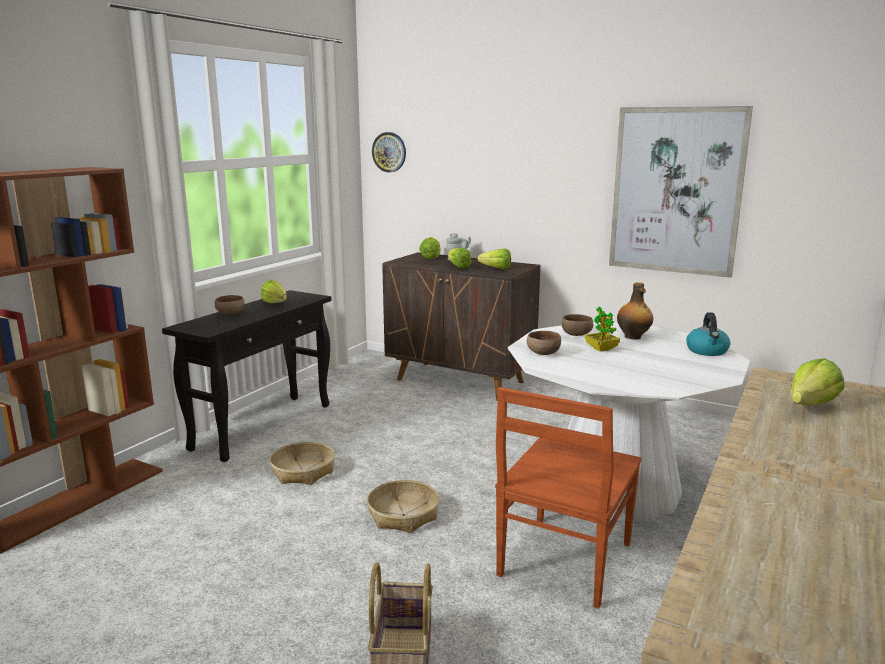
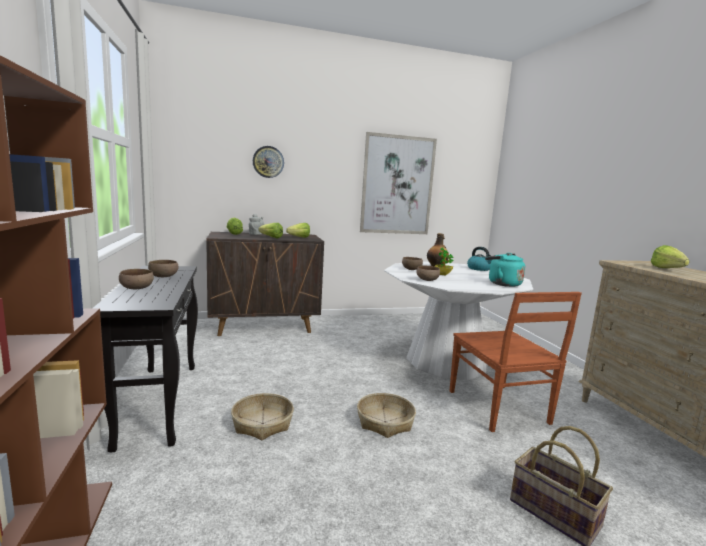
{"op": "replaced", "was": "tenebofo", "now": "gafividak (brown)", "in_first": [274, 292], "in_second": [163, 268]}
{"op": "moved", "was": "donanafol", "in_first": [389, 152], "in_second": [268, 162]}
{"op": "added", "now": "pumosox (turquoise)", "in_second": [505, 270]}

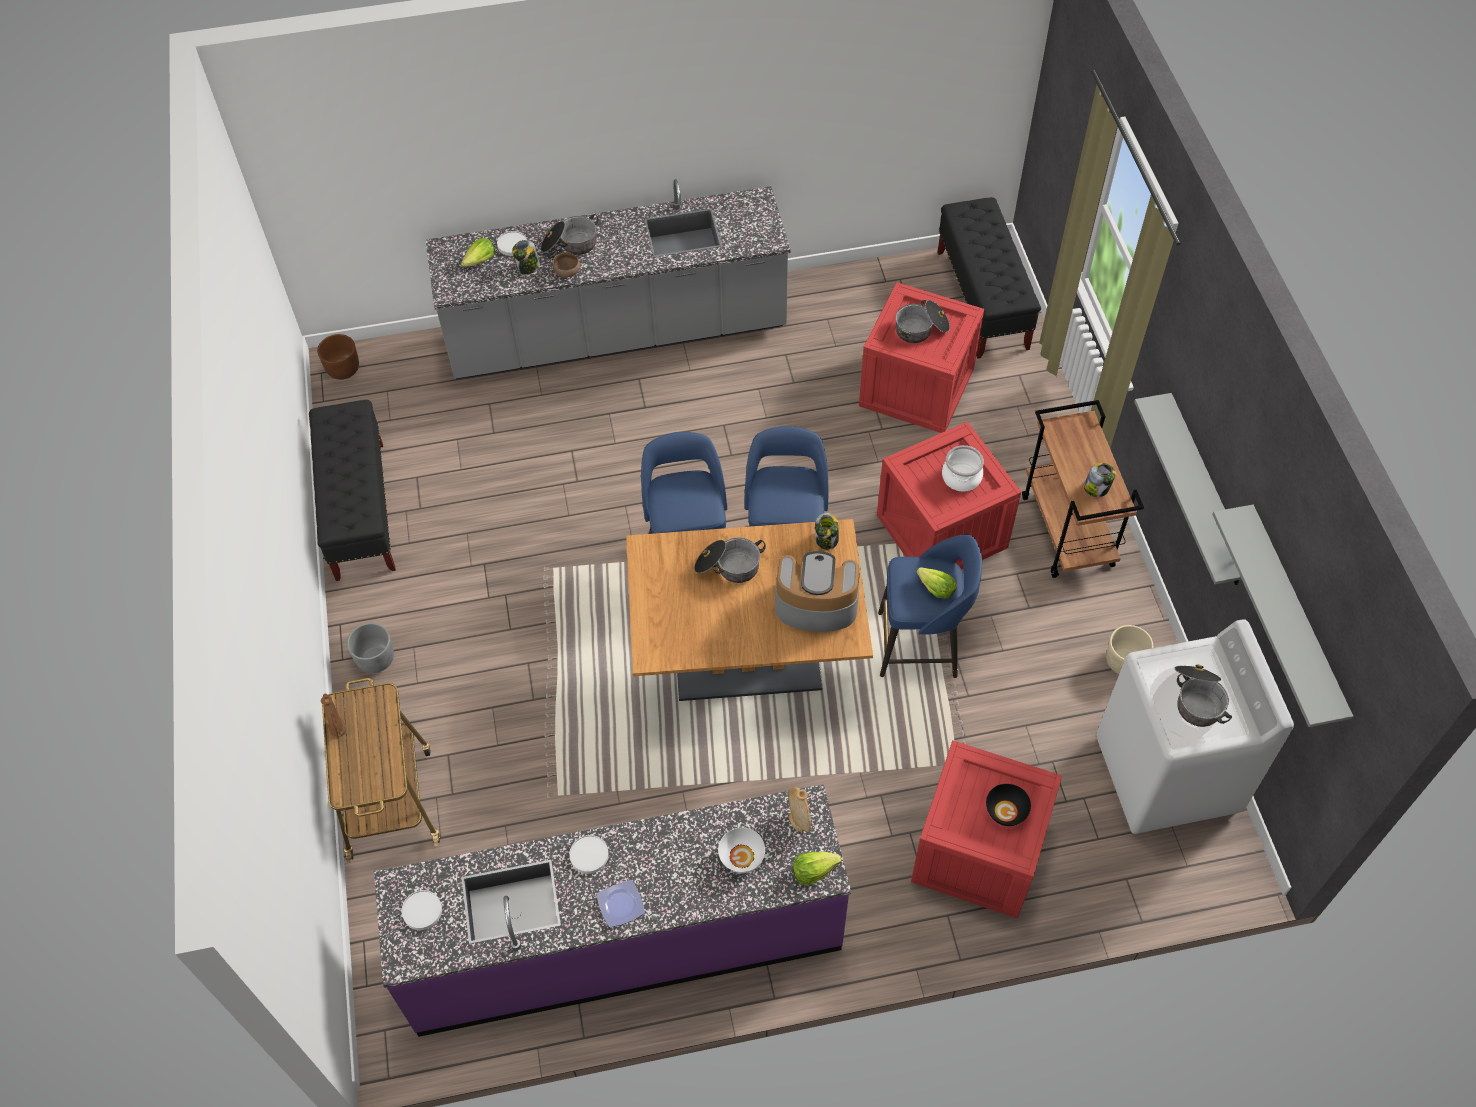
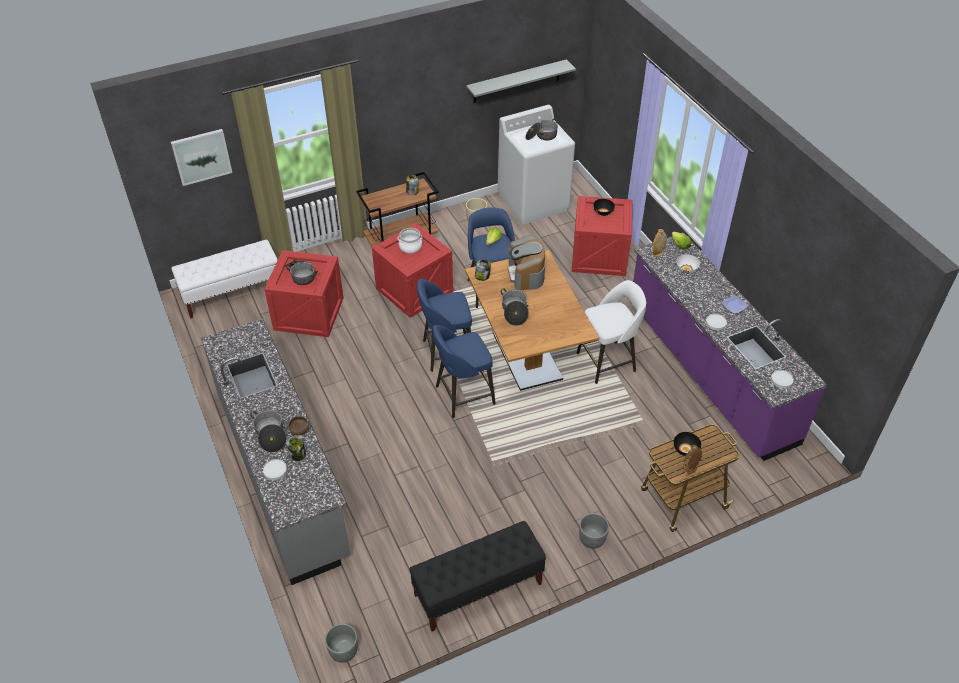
{"op": "recoloured", "was": "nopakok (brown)", "now": "nopakok (grey)", "in_first": [338, 357], "in_second": [341, 643]}
{"op": "removed", "was": "tenebofo", "in_first": [478, 252]}
{"op": "recoloured", "was": "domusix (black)", "now": "domusix (white)", "in_first": [989, 278], "in_second": [225, 279]}
{"op": "removed", "was": "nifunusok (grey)", "in_first": [1188, 489]}
{"op": "added", "now": "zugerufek", "in_second": [201, 157]}
{"op": "added", "now": "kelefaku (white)", "in_second": [611, 332]}
{"op": "added", "now": "gafividak (black)", "in_second": [687, 444]}

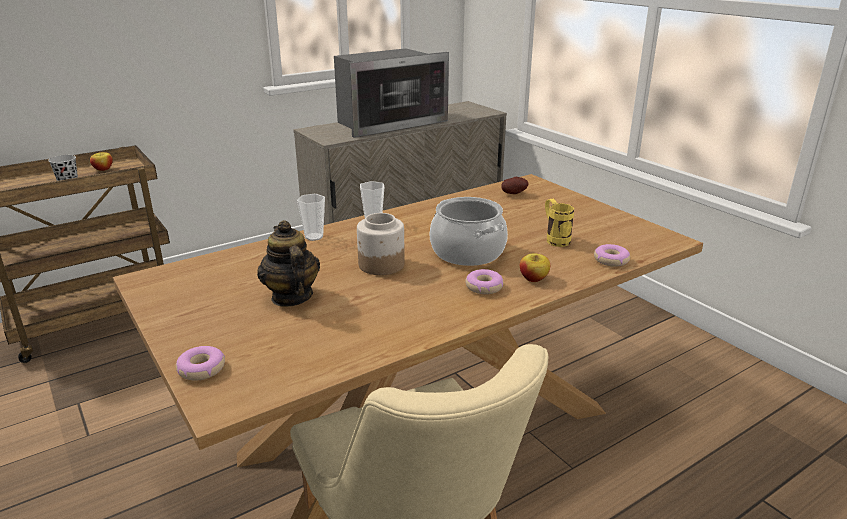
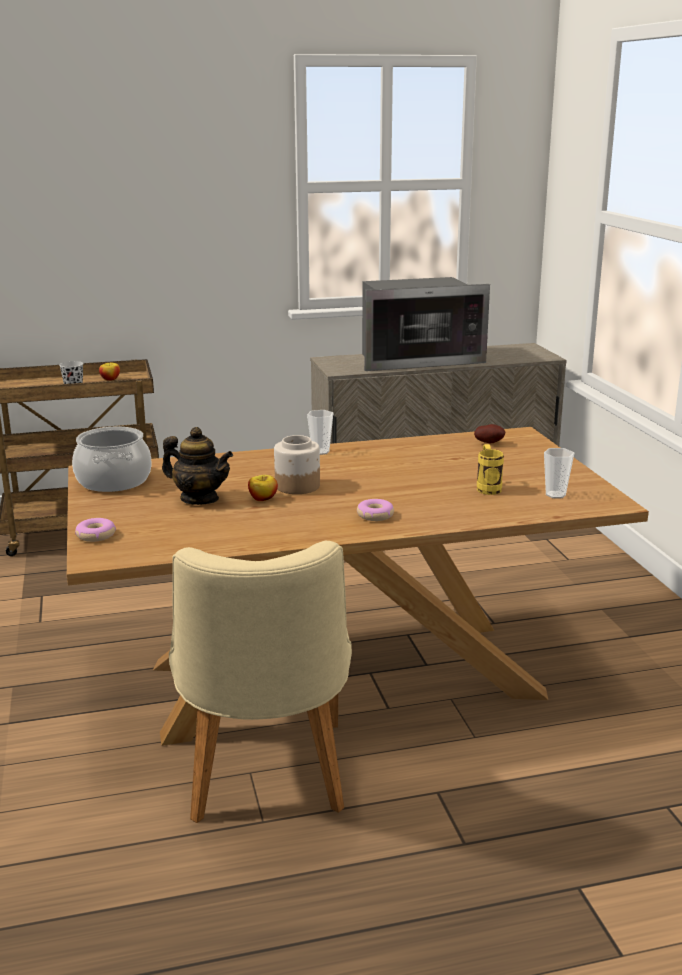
{"op": "turned", "was": "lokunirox", "in_first": [288, 263], "in_second": [197, 466], "clockwise": 120}
{"op": "moved", "was": "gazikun", "in_first": [311, 217], "in_second": [559, 473]}
{"op": "moved", "was": "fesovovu", "in_first": [469, 231], "in_second": [112, 459]}
{"op": "moved", "was": "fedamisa", "in_first": [535, 267], "in_second": [263, 488]}
{"op": "removed", "was": "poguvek", "in_first": [612, 255]}

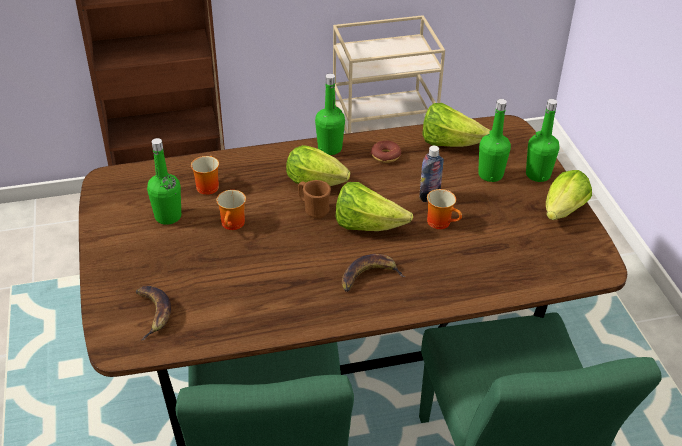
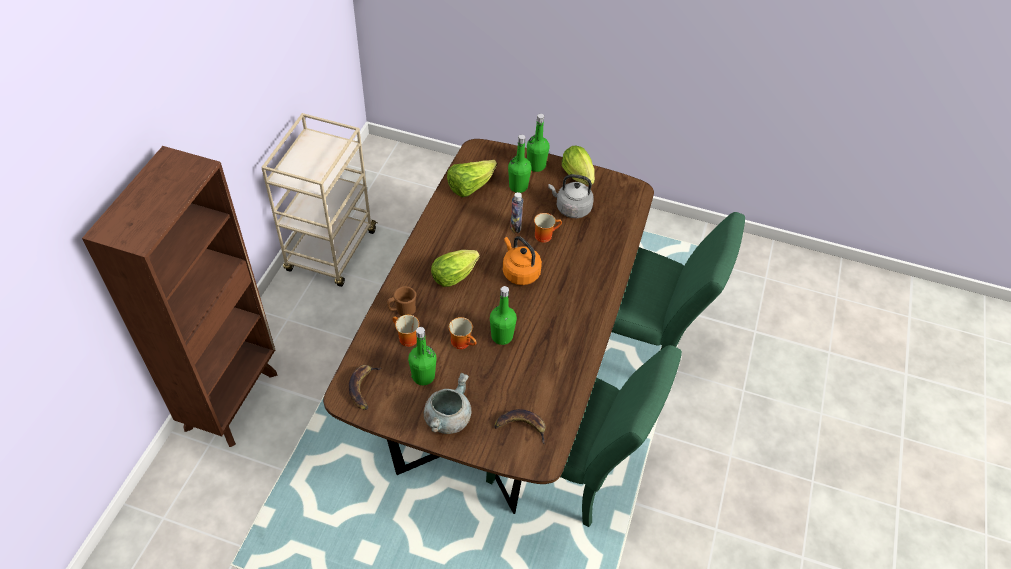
{"op": "moved", "was": "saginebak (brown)", "in_first": [314, 199], "in_second": [401, 301]}
{"op": "moved", "was": "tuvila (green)", "in_first": [330, 114], "in_second": [503, 315]}
{"op": "replaced", "was": "tenebofo", "now": "pumosox (orange)", "in_first": [374, 206], "in_second": [522, 260]}
{"op": "moved", "was": "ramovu", "in_first": [374, 273], "in_second": [365, 387]}
{"op": "removed", "was": "poguvek", "in_first": [386, 151]}
{"op": "added", "now": "fesovovu (grey)", "in_second": [447, 403]}
{"op": "added", "now": "pumosox (grey)", "in_second": [571, 196]}

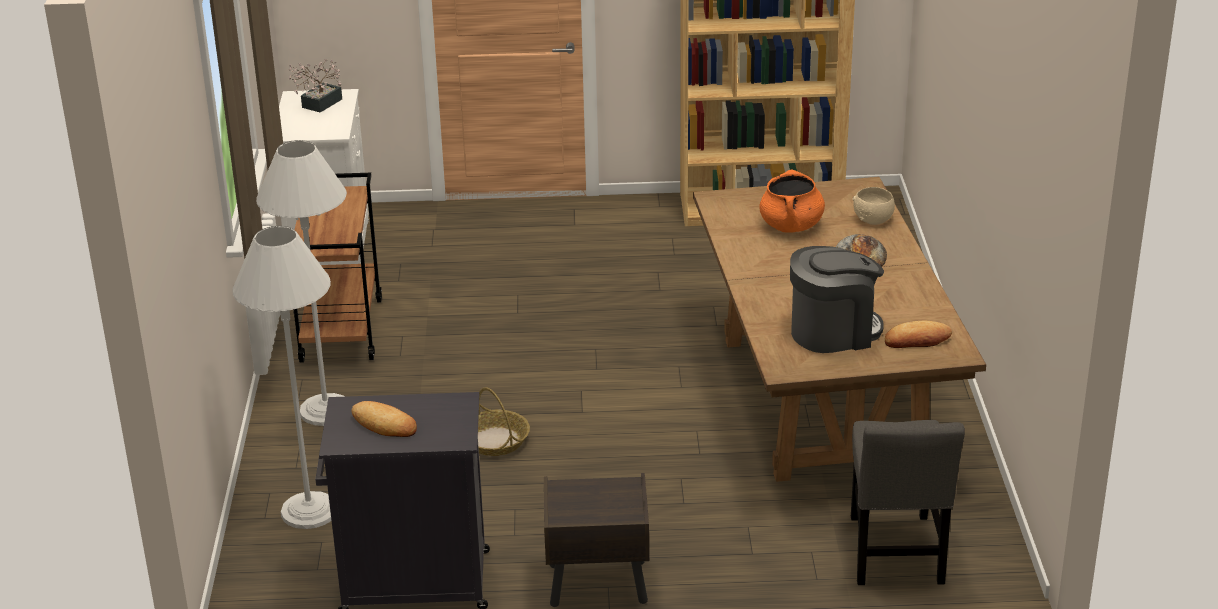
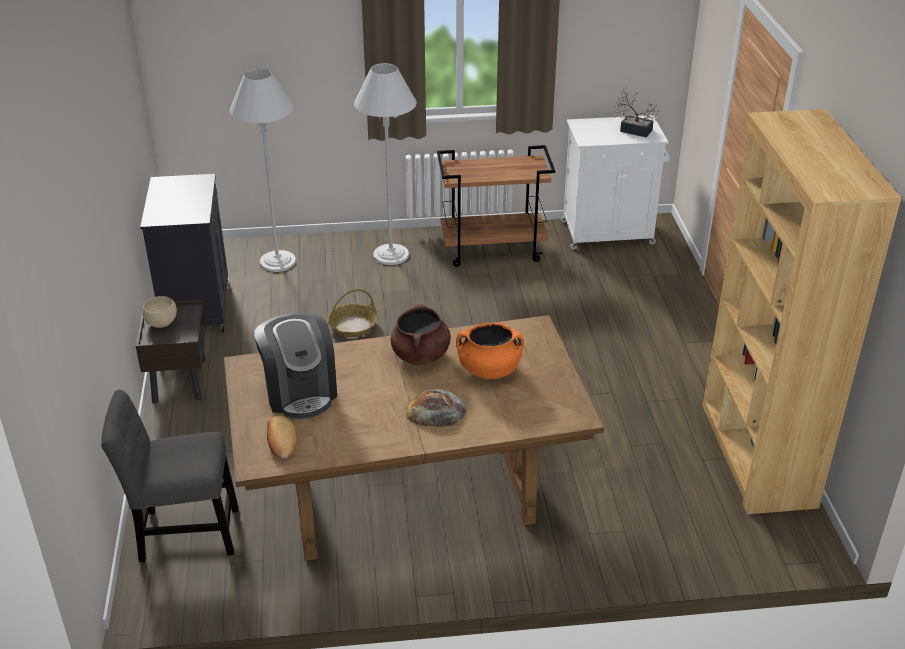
{"op": "removed", "was": "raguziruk", "in_first": [384, 419]}
{"op": "moved", "was": "gafividak (beige)", "in_first": [873, 206], "in_second": [159, 312]}
{"op": "added", "now": "fesovovu (brown)", "in_second": [421, 334]}

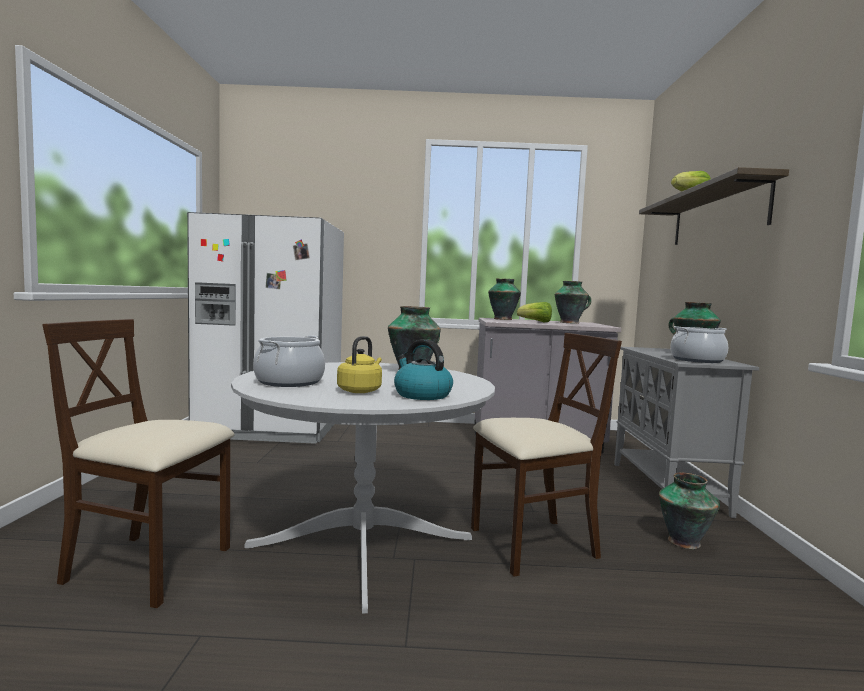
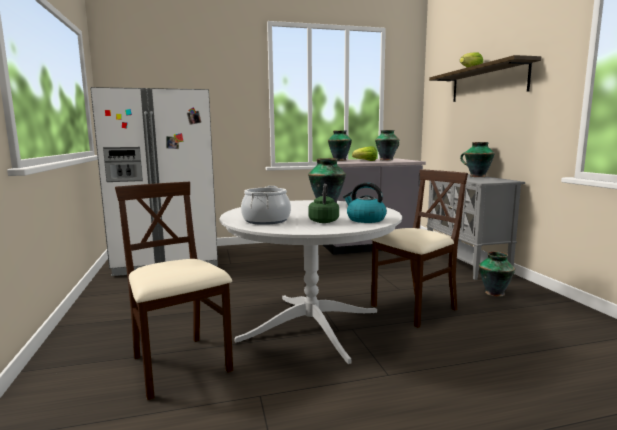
{"op": "turned", "was": "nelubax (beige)", "in_first": [138, 463], "in_second": [174, 291], "clockwise": 60}
{"op": "recoloured", "was": "pumosox (yellow)", "now": "pumosox (green)", "in_first": [359, 364], "in_second": [324, 203]}
{"op": "removed", "was": "fesovovu", "in_first": [699, 344]}

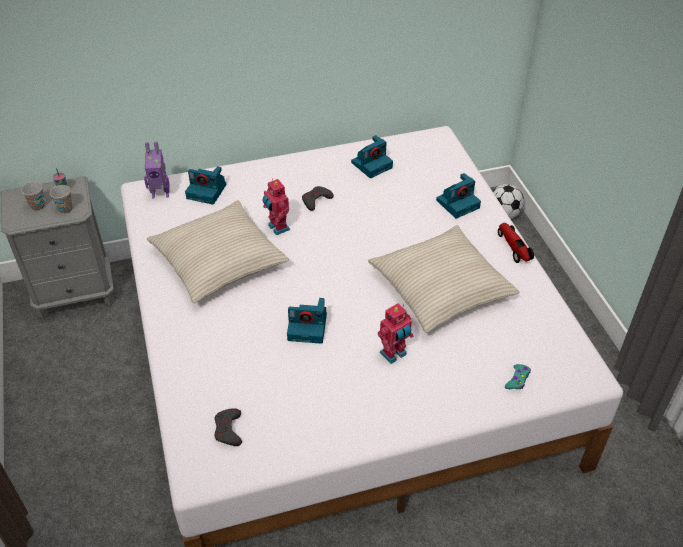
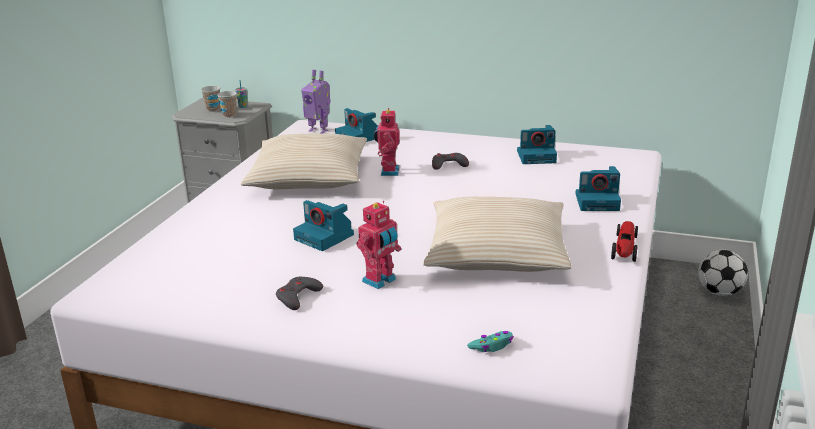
{"op": "moved", "was": "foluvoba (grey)", "in_first": [228, 427], "in_second": [299, 293]}
{"op": "turned", "was": "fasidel", "in_first": [395, 333], "in_second": [379, 245], "clockwise": -45}

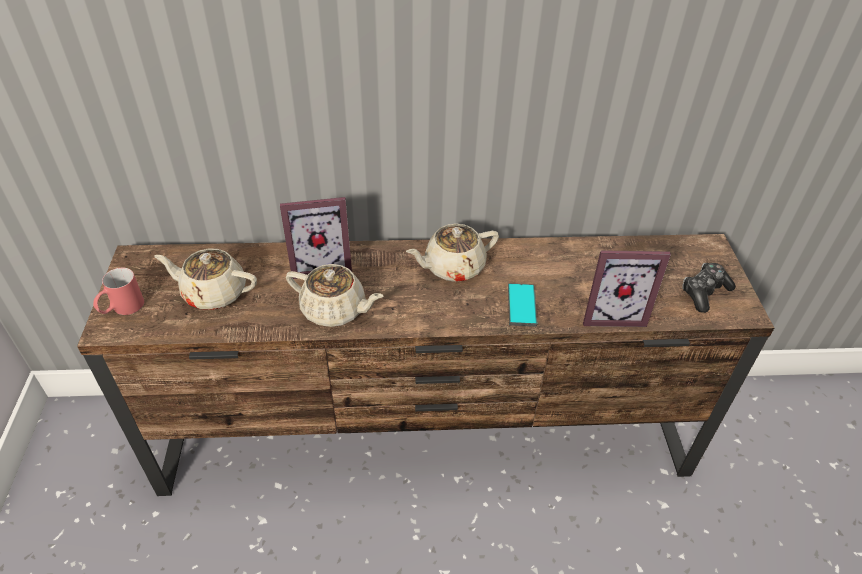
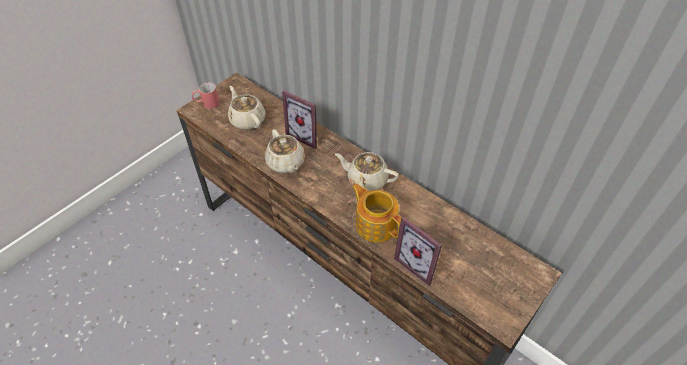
{"op": "replaced", "was": "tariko", "now": "lokunirox", "in_first": [522, 305], "in_second": [376, 212]}
{"op": "removed", "was": "foluvoba", "in_first": [709, 288]}

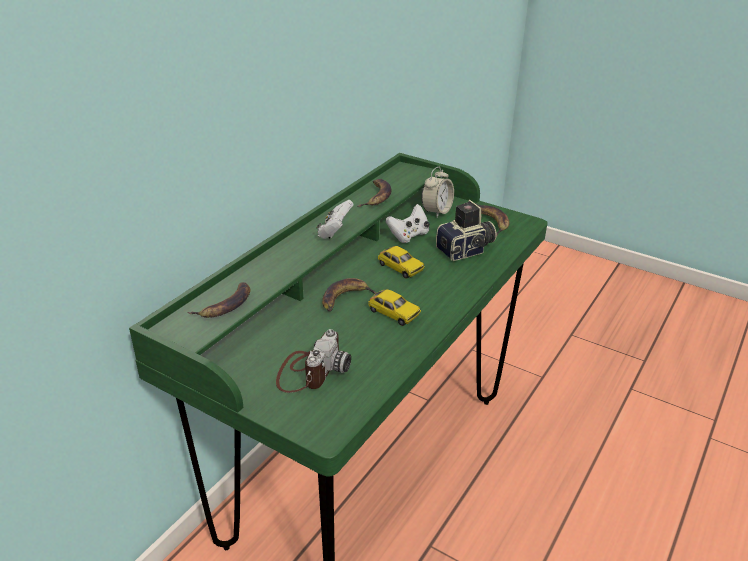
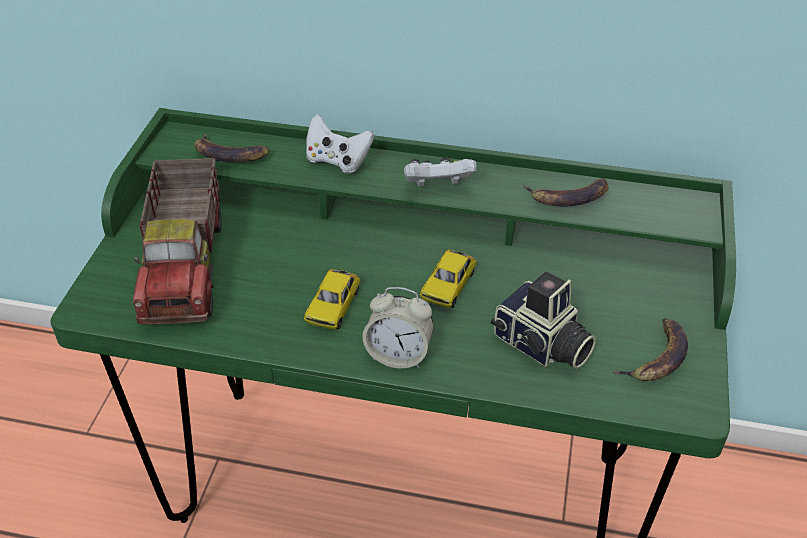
{"op": "replaced", "was": "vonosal", "now": "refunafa", "in_first": [313, 361], "in_second": [177, 241]}
{"op": "removed", "was": "ramovu", "in_first": [349, 294]}
{"op": "moved", "was": "foluvoba (white)", "in_first": [407, 223], "in_second": [340, 144]}
{"op": "moved", "was": "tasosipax", "in_first": [438, 192], "in_second": [398, 327]}

